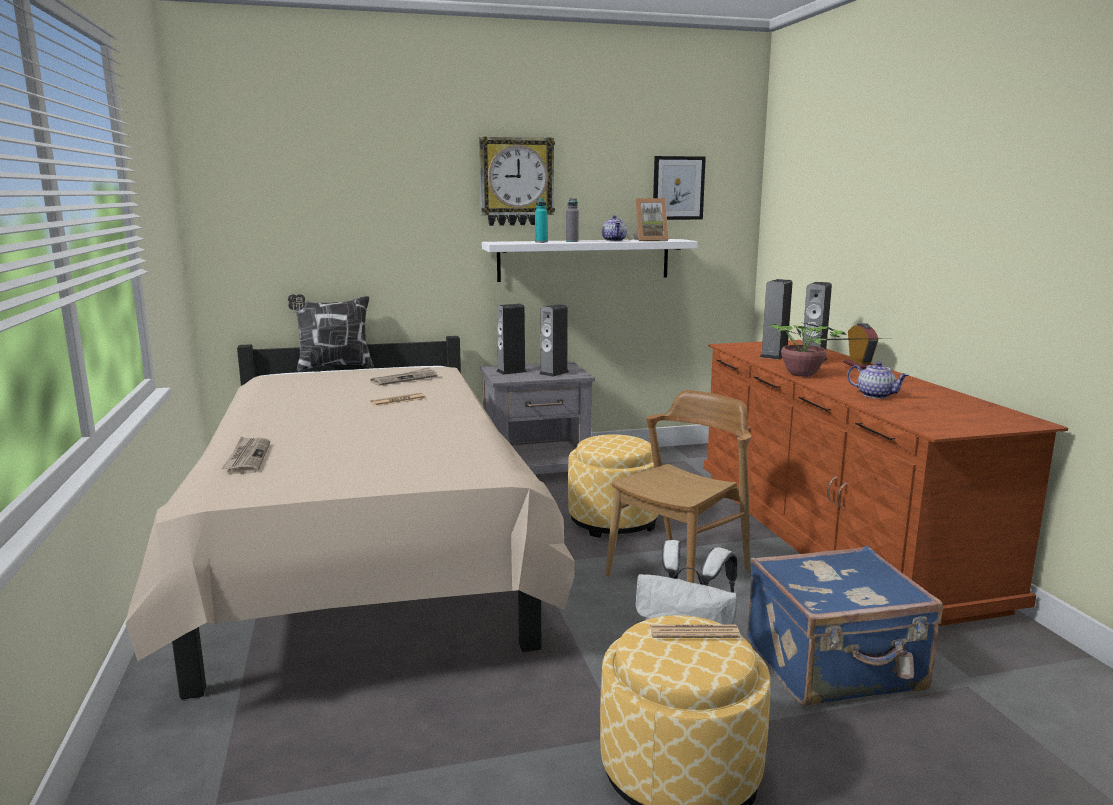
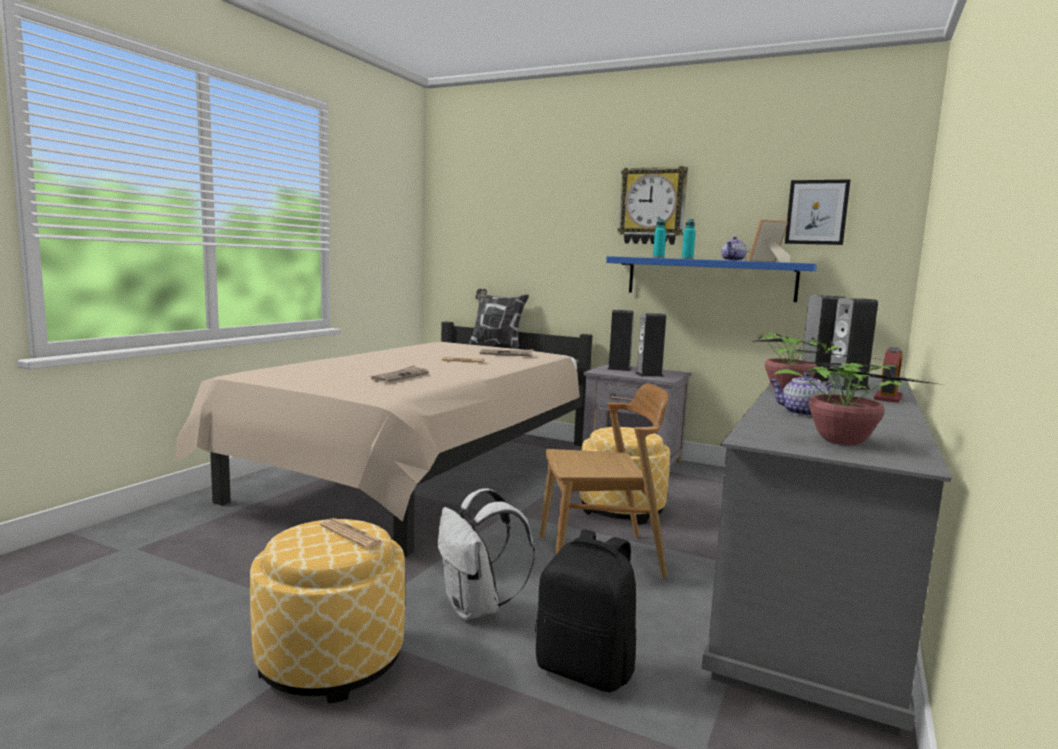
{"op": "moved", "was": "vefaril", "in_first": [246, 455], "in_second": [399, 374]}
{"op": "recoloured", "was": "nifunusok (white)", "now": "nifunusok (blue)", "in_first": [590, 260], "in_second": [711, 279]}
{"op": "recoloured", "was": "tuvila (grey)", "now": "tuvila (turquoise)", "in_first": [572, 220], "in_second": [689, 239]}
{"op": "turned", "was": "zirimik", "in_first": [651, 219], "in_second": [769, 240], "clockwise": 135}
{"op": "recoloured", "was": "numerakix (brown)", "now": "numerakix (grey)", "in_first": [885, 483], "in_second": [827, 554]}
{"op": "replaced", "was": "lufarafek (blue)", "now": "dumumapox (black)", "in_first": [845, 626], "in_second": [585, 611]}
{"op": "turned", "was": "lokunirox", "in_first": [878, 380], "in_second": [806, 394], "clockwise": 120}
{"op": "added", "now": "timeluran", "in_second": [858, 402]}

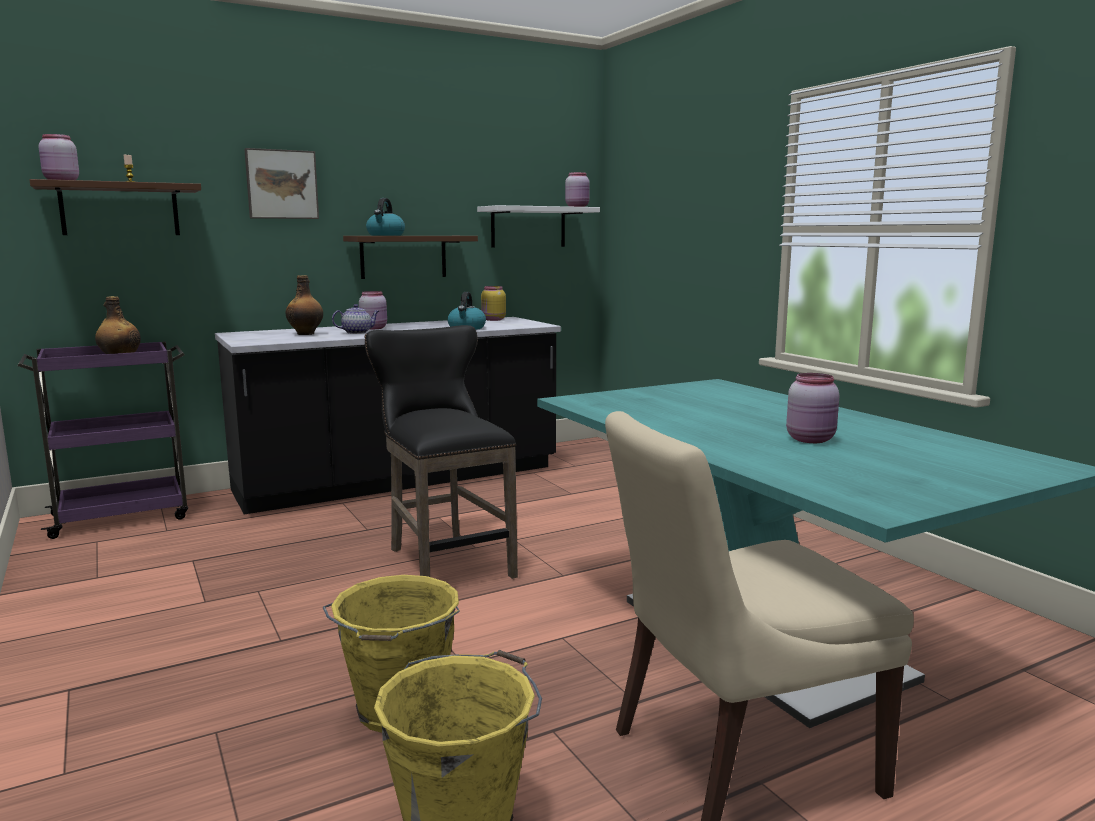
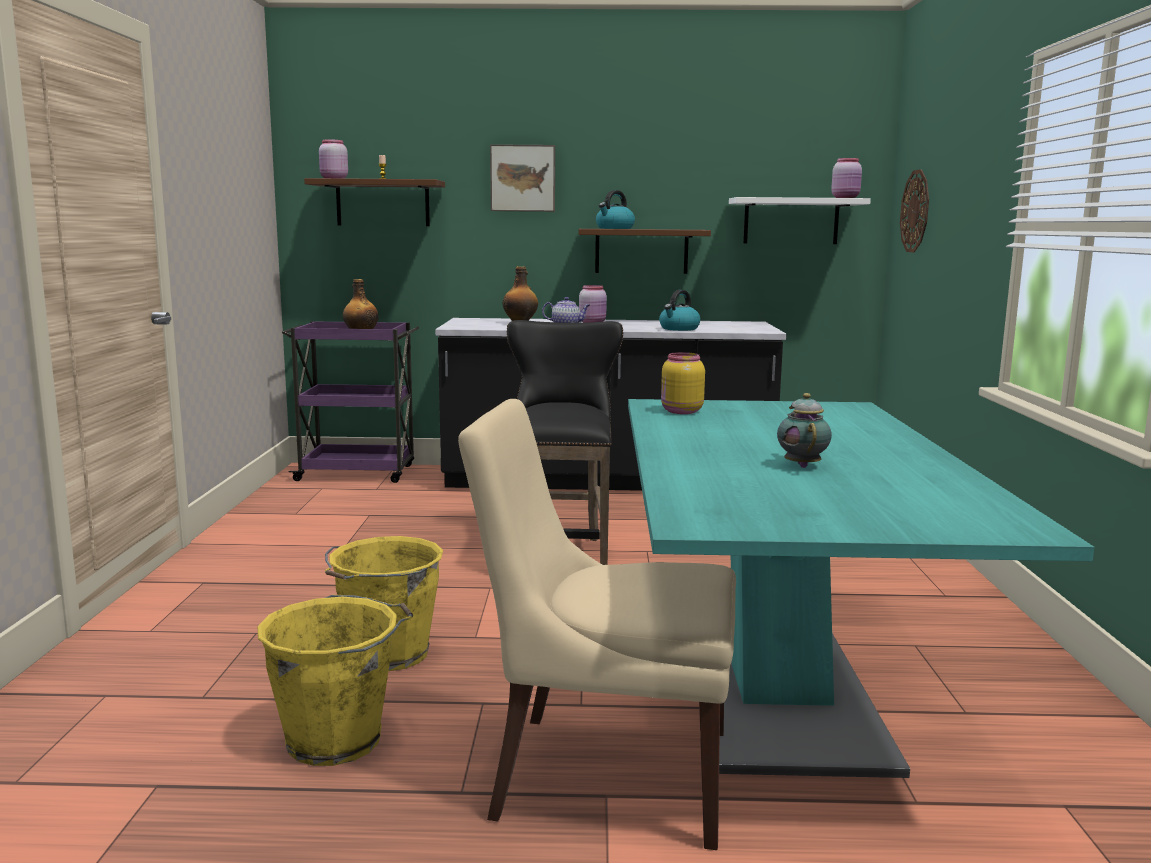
{"op": "moved", "was": "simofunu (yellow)", "in_first": [493, 303], "in_second": [683, 383]}
{"op": "replaced", "was": "simofunu (pink)", "now": "lokunirox", "in_first": [812, 408], "in_second": [804, 430]}
{"op": "added", "now": "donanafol", "in_second": [914, 210]}

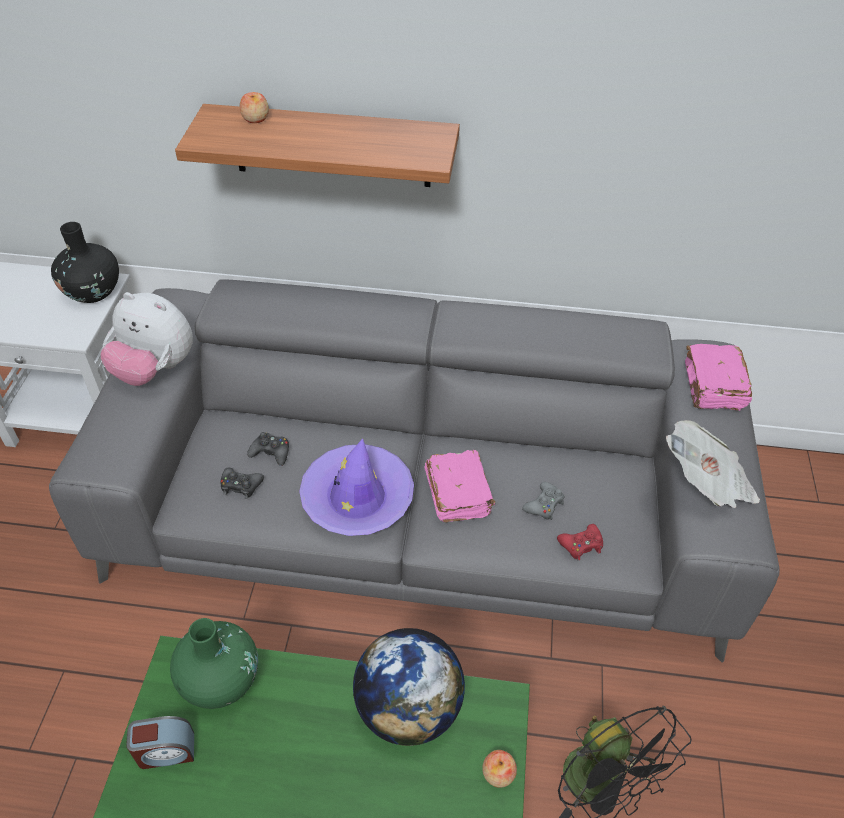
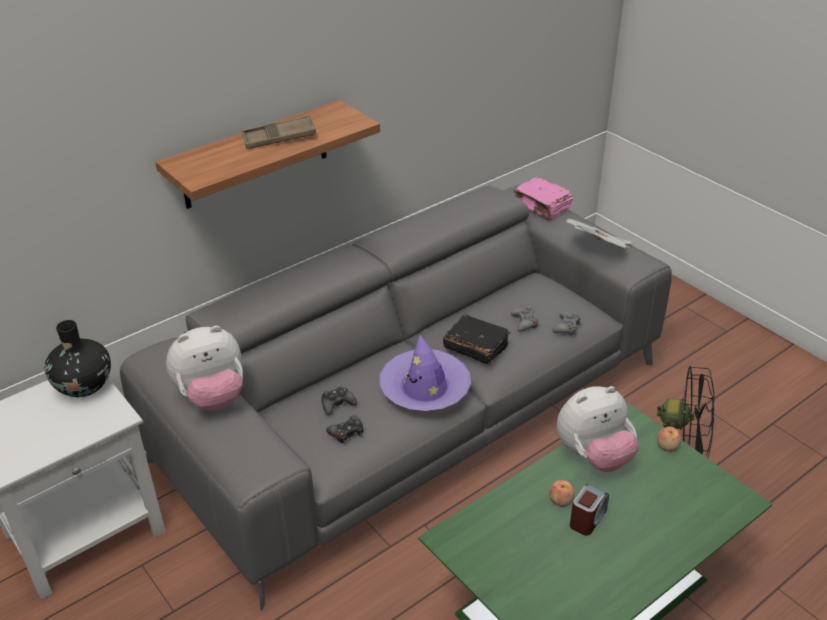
{"op": "moved", "was": "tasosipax", "in_first": [160, 742], "in_second": [589, 510]}
{"op": "removed", "was": "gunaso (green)", "in_first": [214, 663]}
{"op": "moved", "was": "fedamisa", "in_first": [254, 107], "in_second": [562, 493]}
{"op": "replaced", "was": "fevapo", "now": "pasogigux", "in_first": [409, 687], "in_second": [597, 429]}
{"op": "recoloured", "was": "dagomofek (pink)", "now": "dagomofek (black)", "in_first": [460, 486], "in_second": [477, 339]}
{"op": "recoloured", "was": "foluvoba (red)", "now": "foluvoba (grey)", "in_first": [580, 542], "in_second": [566, 323]}
{"op": "added", "now": "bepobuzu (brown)", "in_second": [279, 132]}

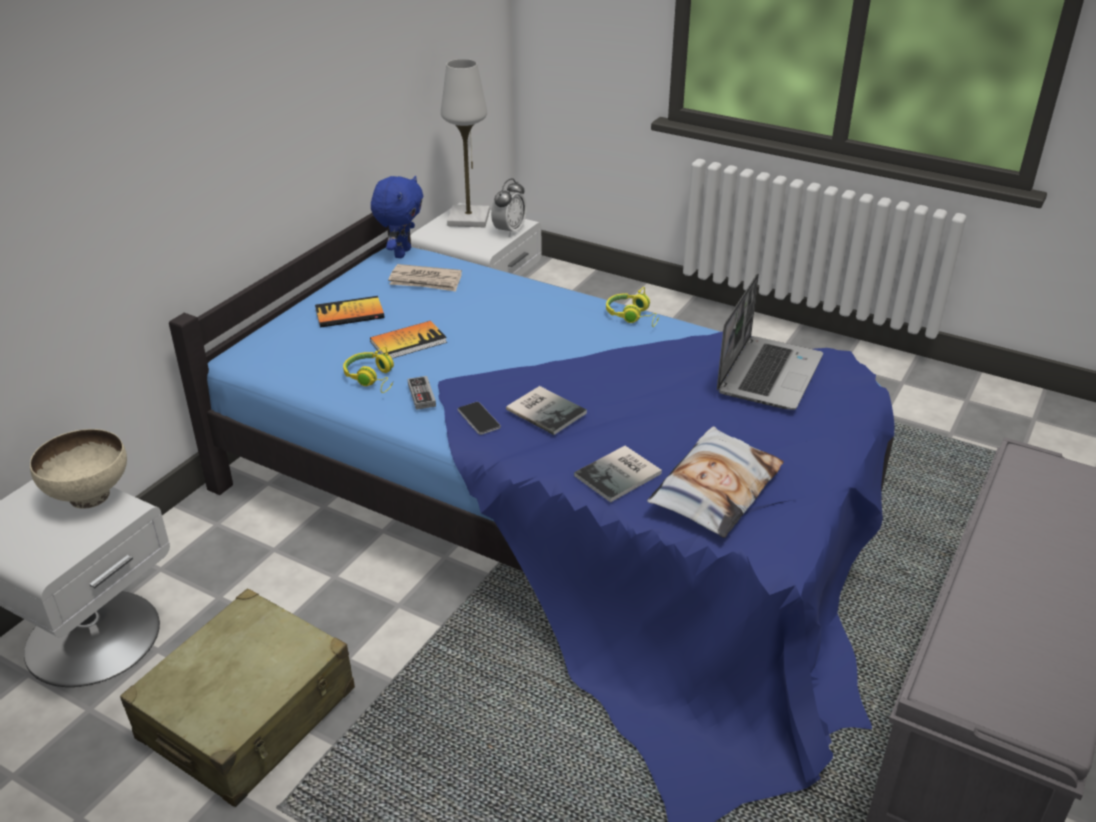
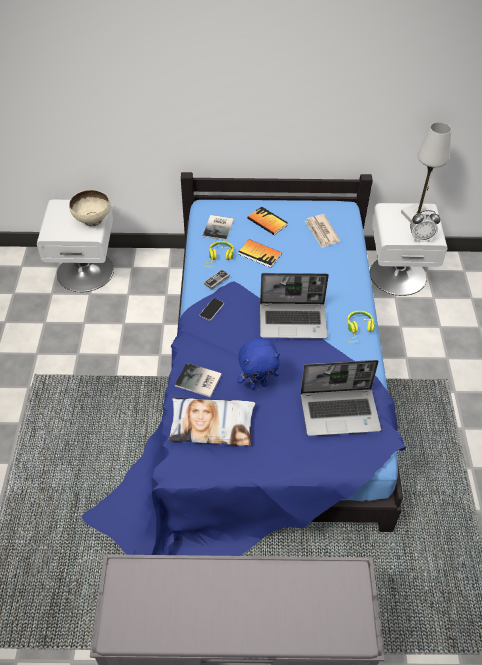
{"op": "removed", "was": "lufarafek (beige)", "in_first": [237, 697]}
{"op": "moved", "was": "pasogigux (blue)", "in_first": [397, 217], "in_second": [258, 363]}
{"op": "moved", "was": "dagomofek", "in_first": [546, 410], "in_second": [218, 228]}
{"op": "added", "now": "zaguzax", "in_second": [294, 306]}

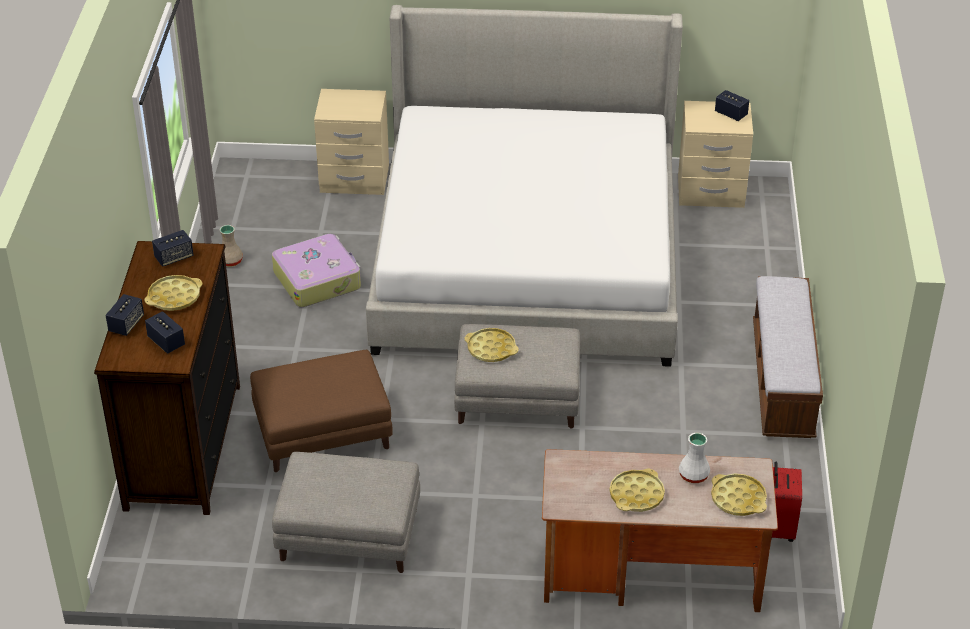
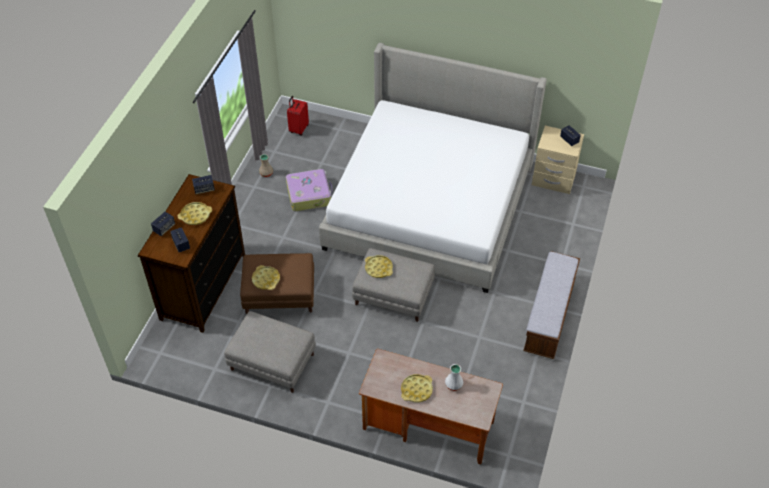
{"op": "removed", "was": "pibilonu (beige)", "in_first": [351, 142]}
{"op": "moved", "was": "bepobuzu (yellow)", "in_first": [739, 494], "in_second": [266, 277]}
{"op": "moved", "was": "lufarafek (red)", "in_first": [786, 502], "in_second": [298, 116]}

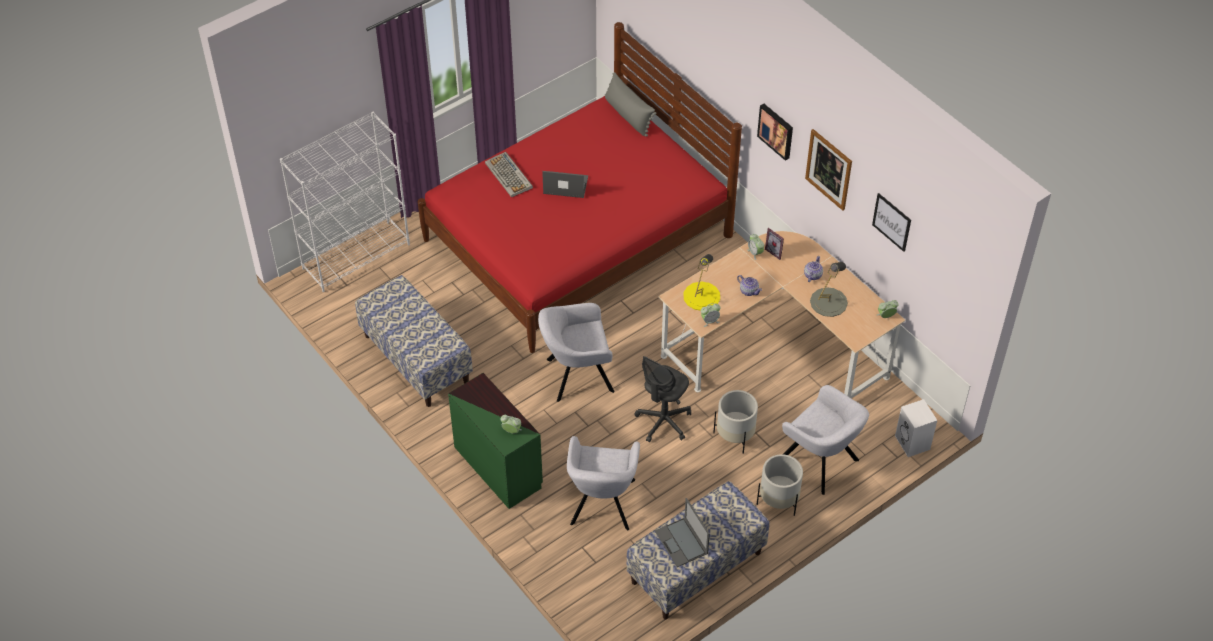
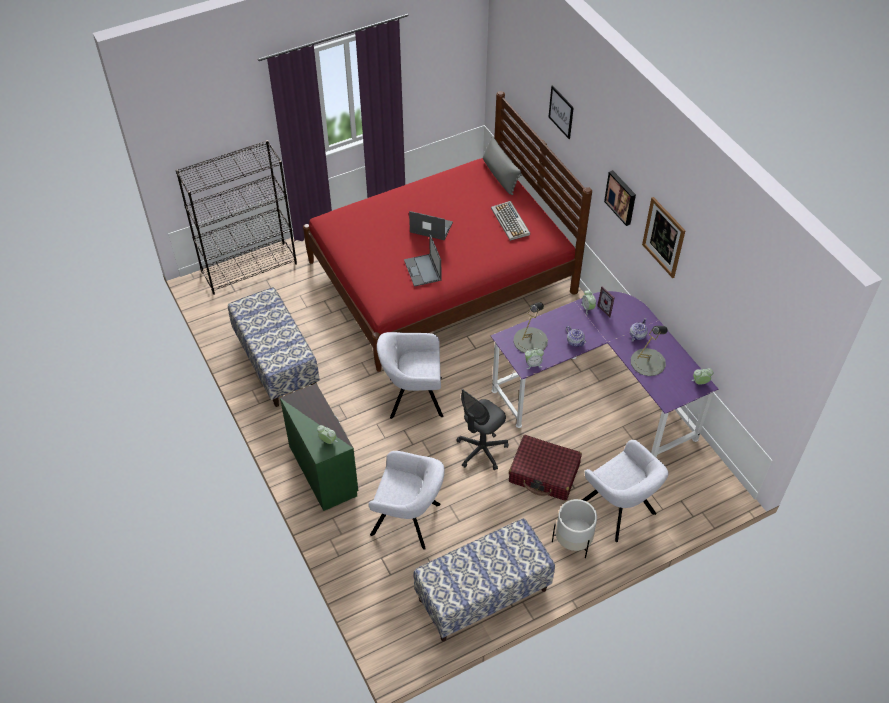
{"op": "recoloured", "was": "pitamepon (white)", "now": "pitamepon (black)", "in_first": [345, 202], "in_second": [236, 217]}
{"op": "moved", "was": "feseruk", "in_first": [509, 174], "in_second": [510, 221]}
{"op": "turned", "was": "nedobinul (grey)", "in_first": [603, 483], "in_second": [406, 500], "clockwise": -90}
{"op": "moved", "was": "zaguzax", "in_first": [682, 532], "in_second": [422, 260]}
{"op": "recoloured", "was": "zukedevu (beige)", "now": "zukedevu (purple)", "in_first": [781, 314], "in_second": [604, 374]}
{"op": "recoloured", "was": "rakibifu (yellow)", "now": "rakibifu (grey)", "in_first": [701, 282], "in_second": [530, 327]}
{"op": "replaced", "was": "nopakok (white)", "now": "lufarafek (red)", "in_first": [735, 422], "in_second": [545, 468]}
{"op": "moved", "was": "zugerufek", "in_first": [891, 222], "in_second": [561, 112]}
{"op": "removed", "was": "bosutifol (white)", "in_first": [916, 428]}

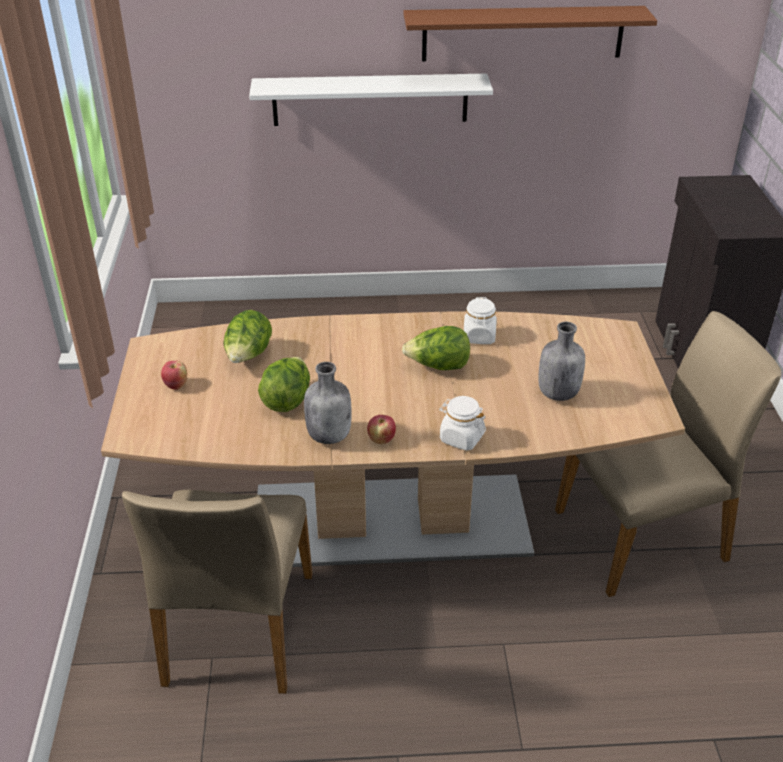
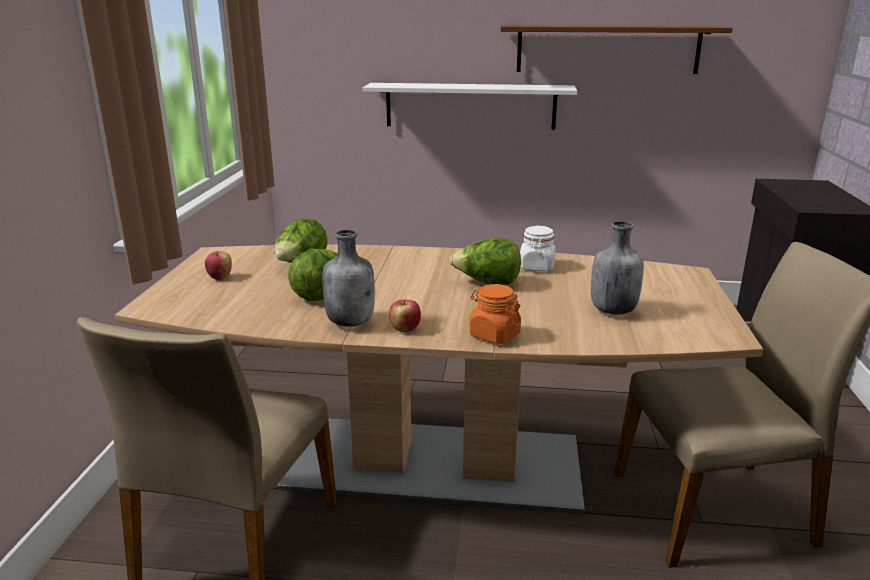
{"op": "recoloured", "was": "simofunu (white)", "now": "simofunu (orange)", "in_first": [462, 423], "in_second": [495, 314]}

